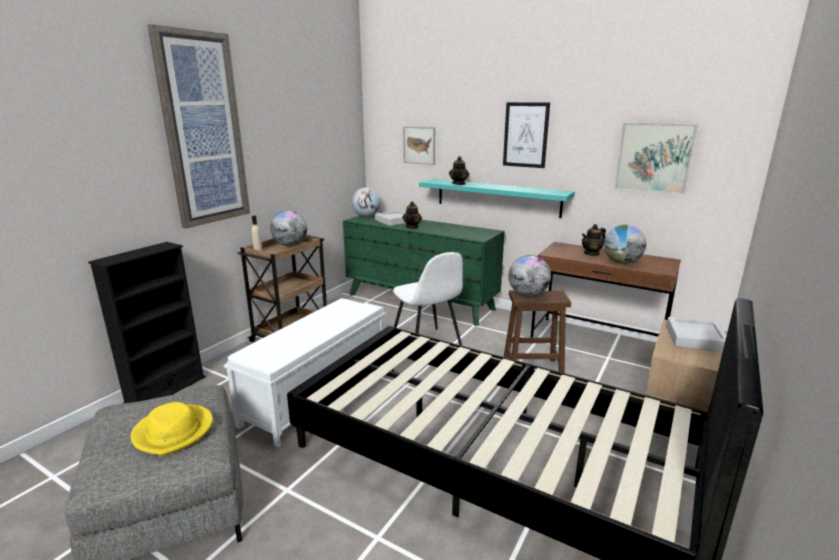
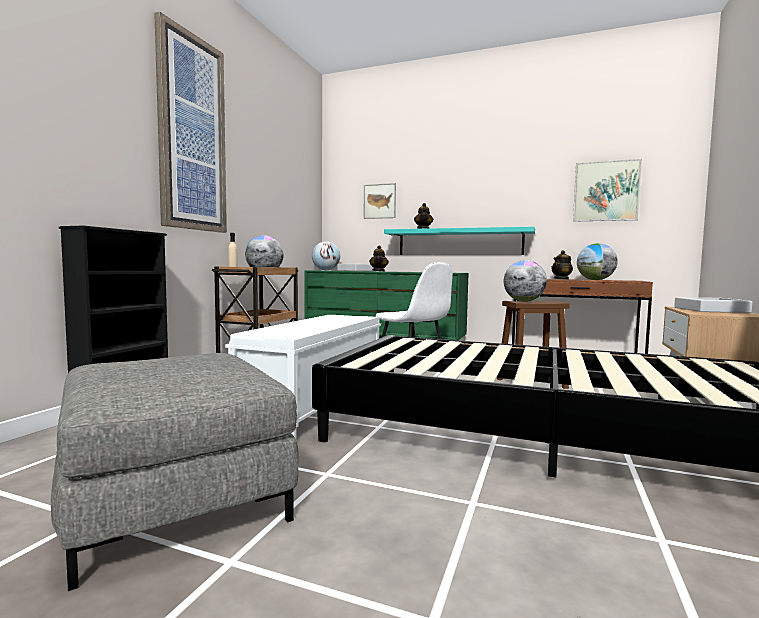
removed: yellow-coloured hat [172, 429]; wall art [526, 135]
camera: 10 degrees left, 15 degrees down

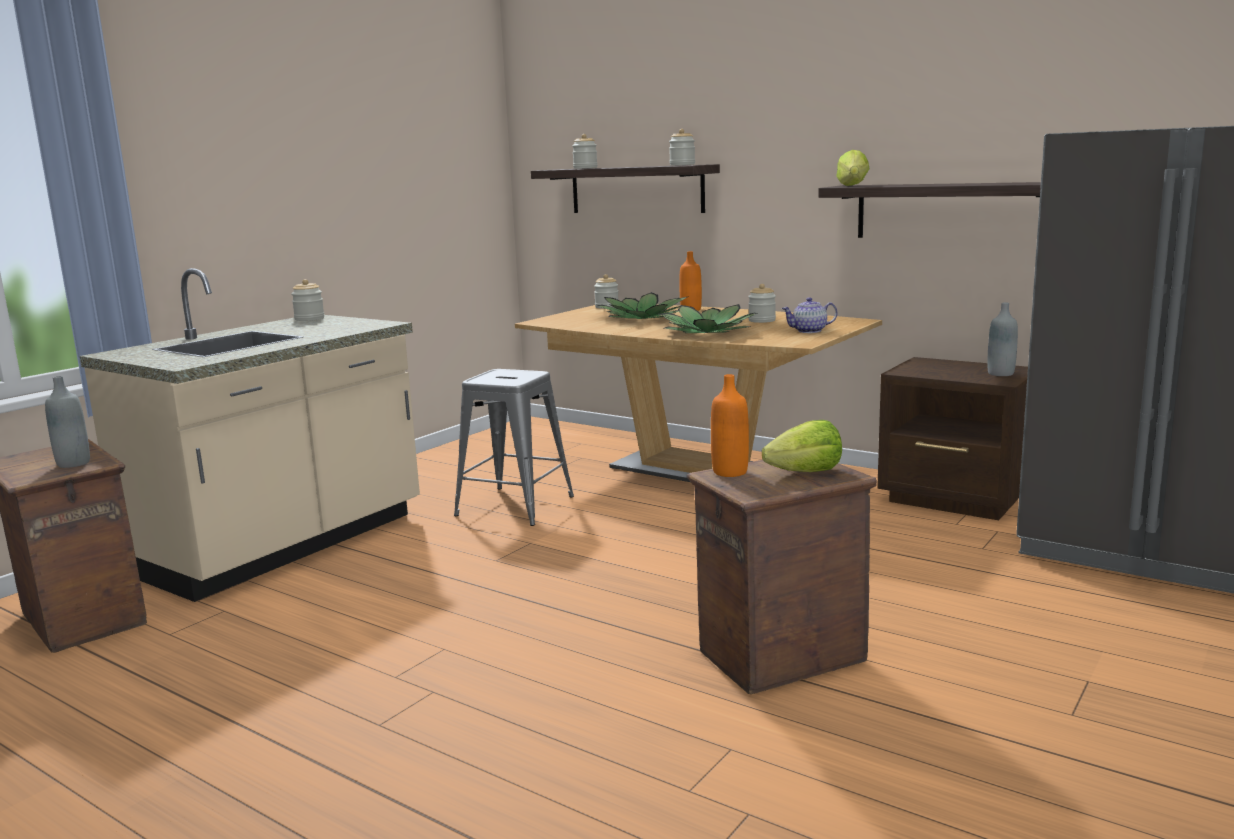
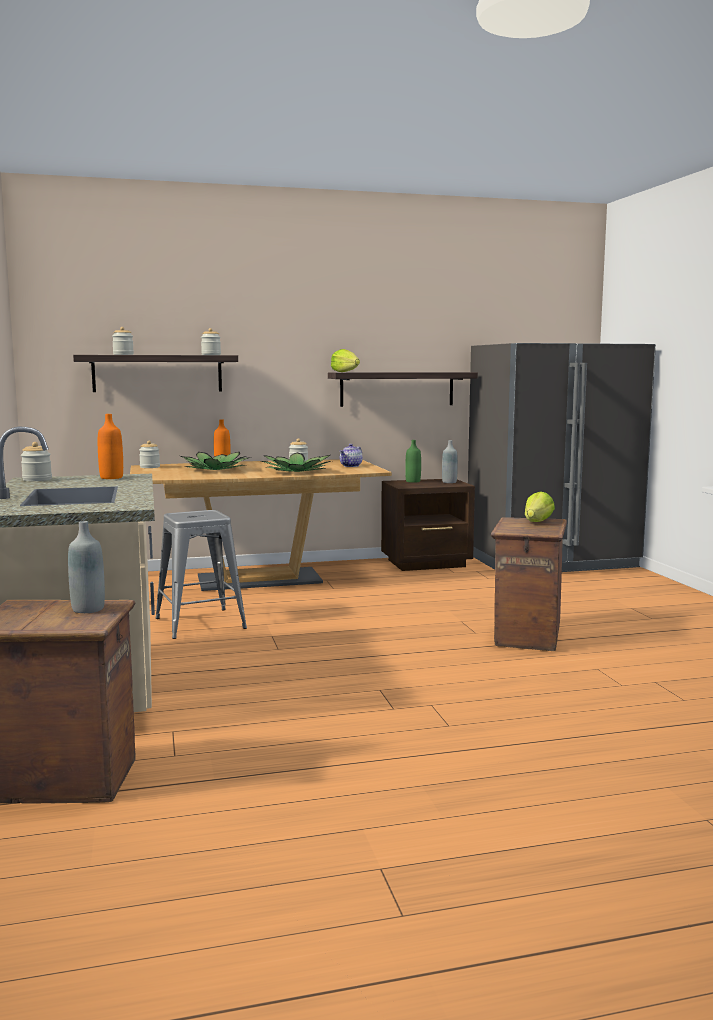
added: green beverage bottle [413, 461]
moved: orange-coloured beverage bottle [730, 425] to [110, 446]
camera: 50 degrees left, 5 degrees down

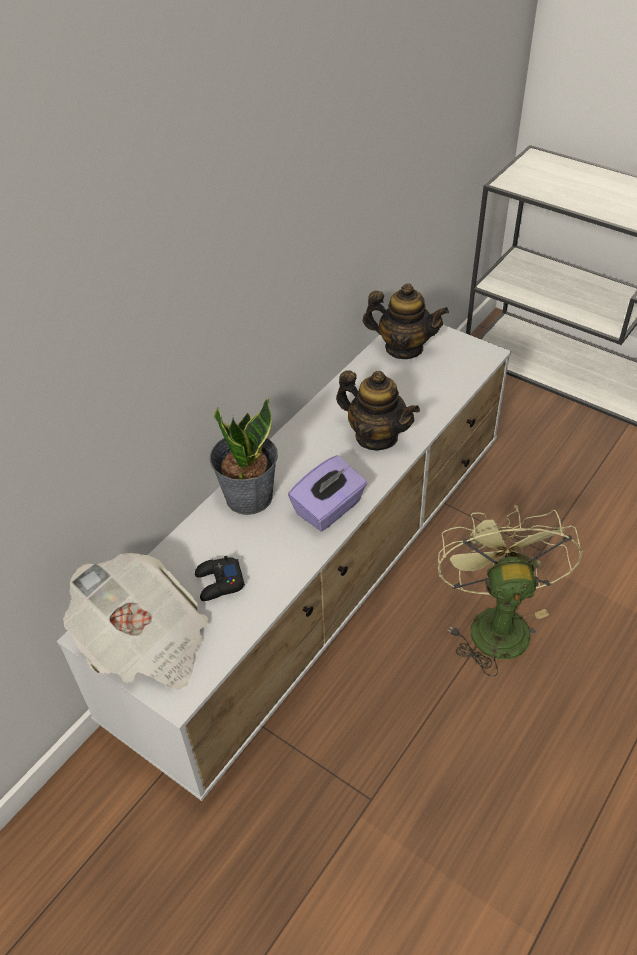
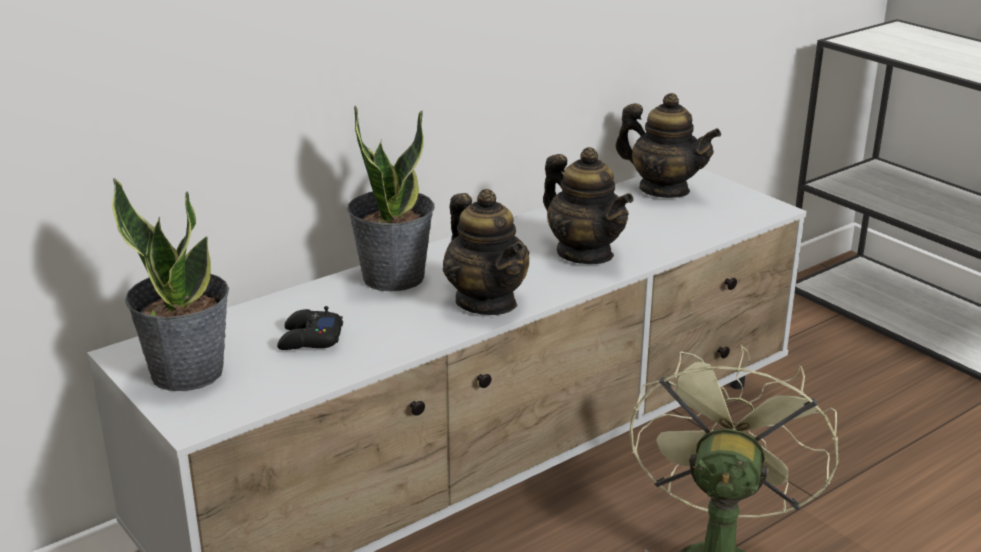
replaced: printed paper [135, 621] to houseplant [170, 284]; purple-coloured tissue holder [327, 493] to teapot [486, 252]
camera: 15 degrees right, 20 degrees down

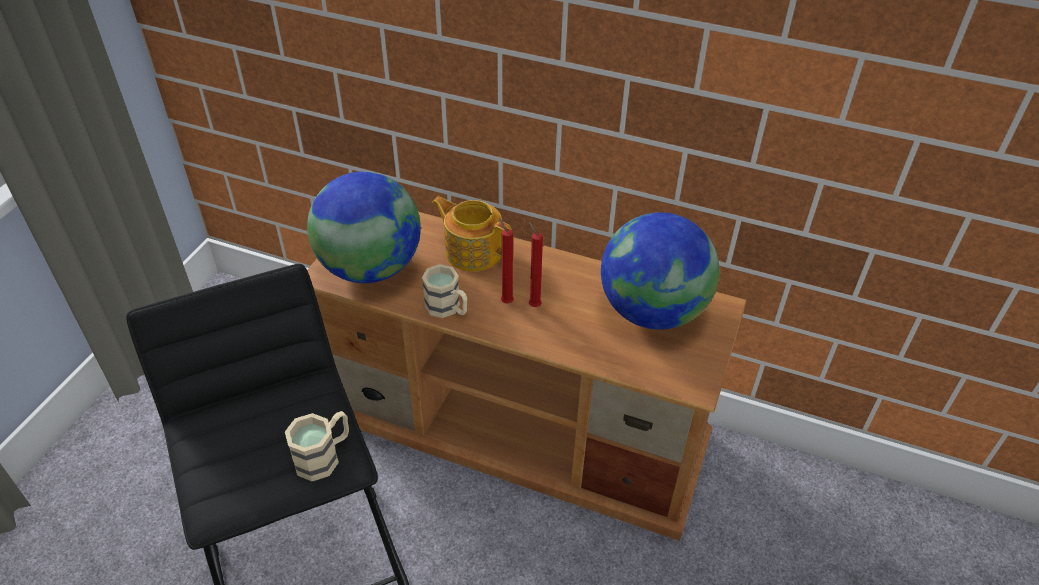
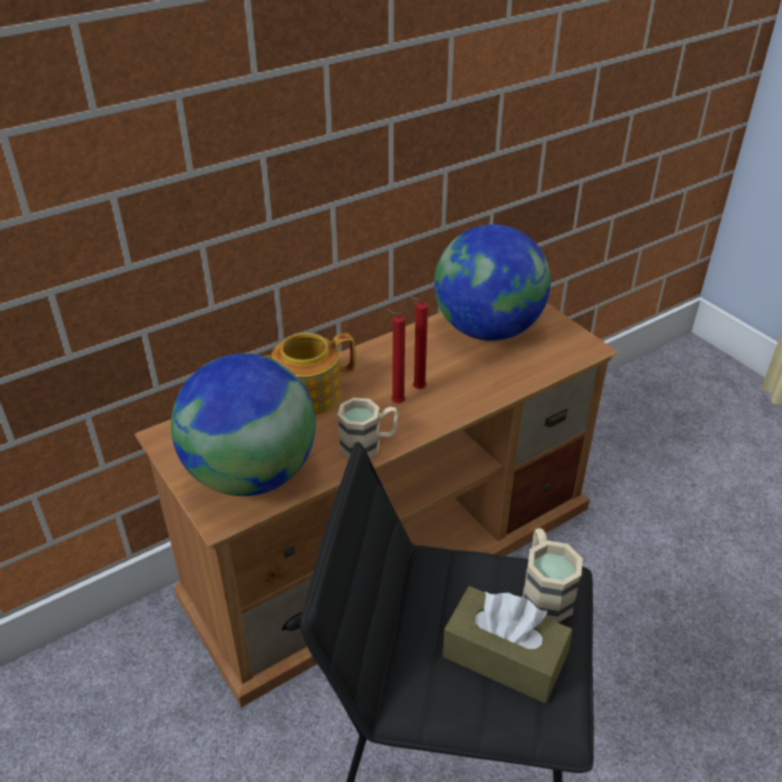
added: brownish tissue holder [508, 644]
camera: 55 degrees left, 5 degrees down

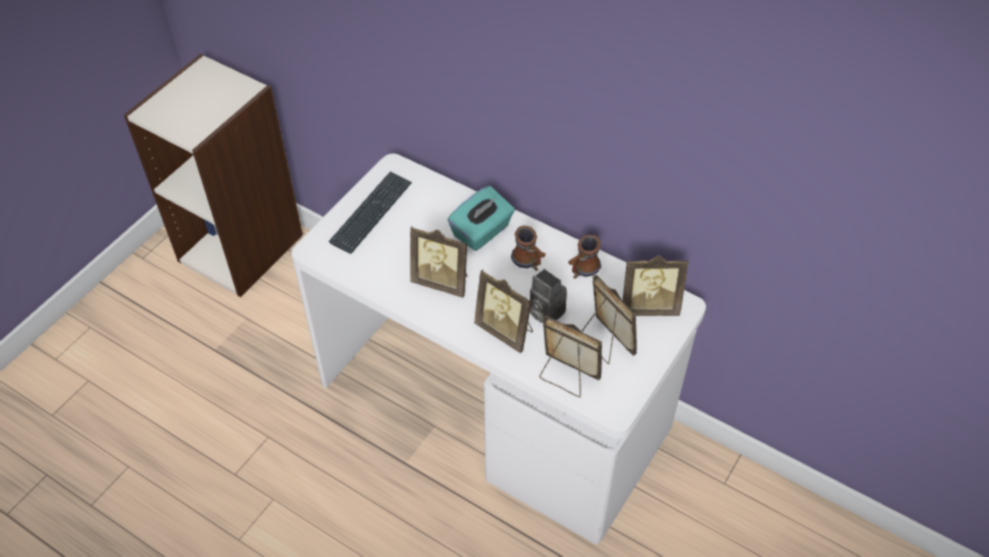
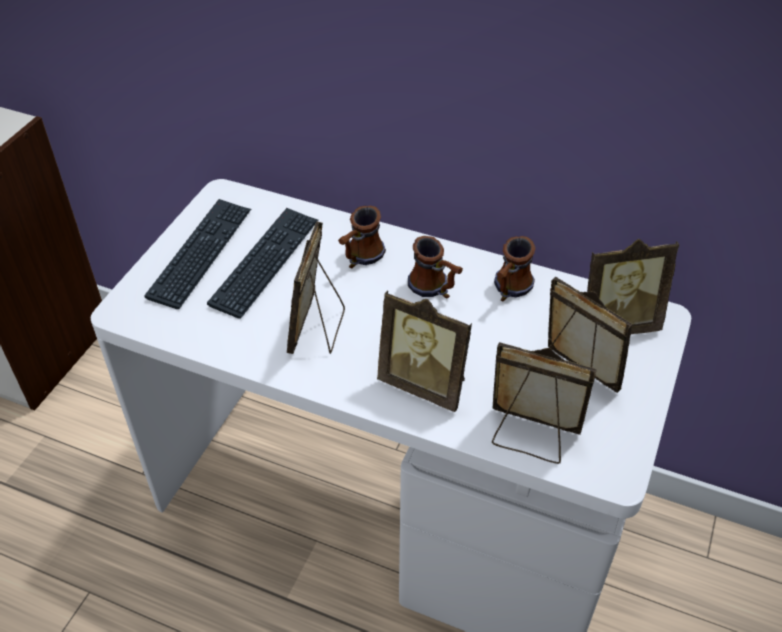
removed: photo camera [548, 296]
added: computer keyboard [262, 263]
replaced: blue-green tissue holder [481, 218] to tea mug [362, 236]
turned: photo frame [439, 262] = [316, 288] 90 degrees clockwise
camera: 10 degrees left, 5 degrees down

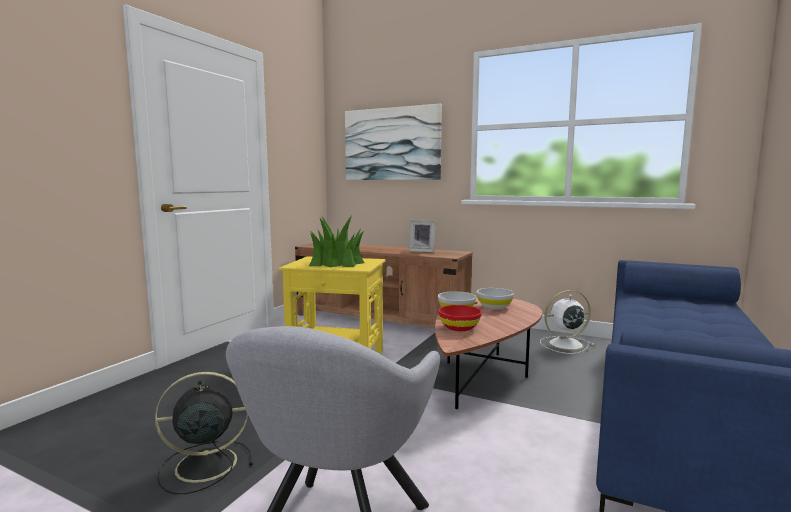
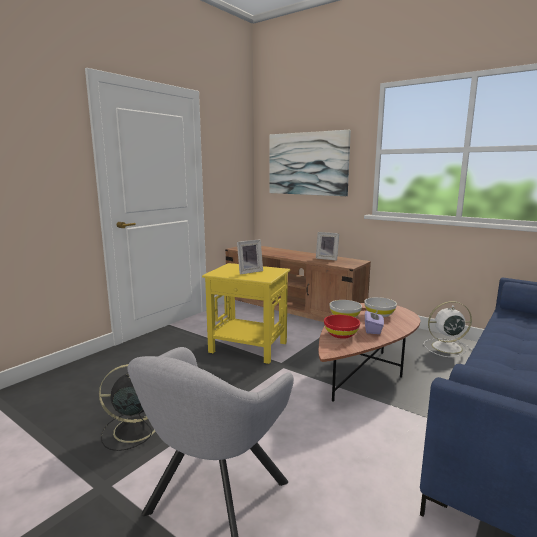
added: purple-coloured tissue holder [374, 321]
replaced: houseplant [336, 241] to photo frame [250, 257]
camera: 10 degrees right, 5 degrees up

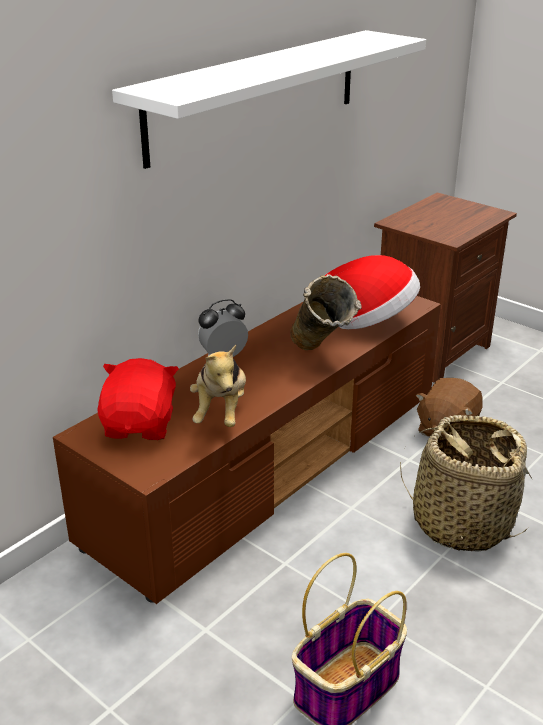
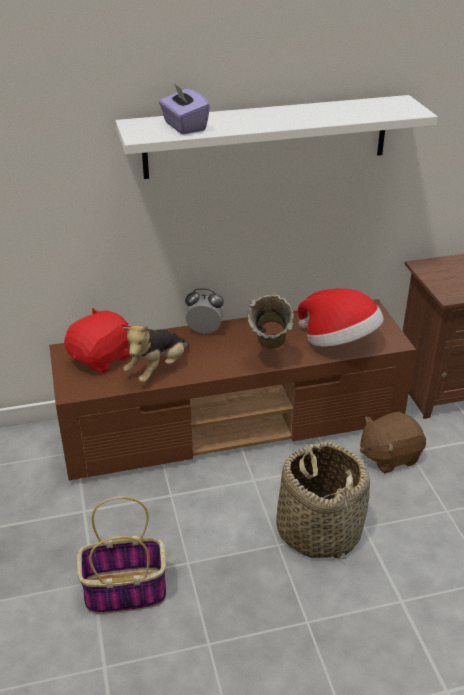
added: purple-coloured tissue holder [184, 108]
camera: 35 degrees right, 5 degrees up

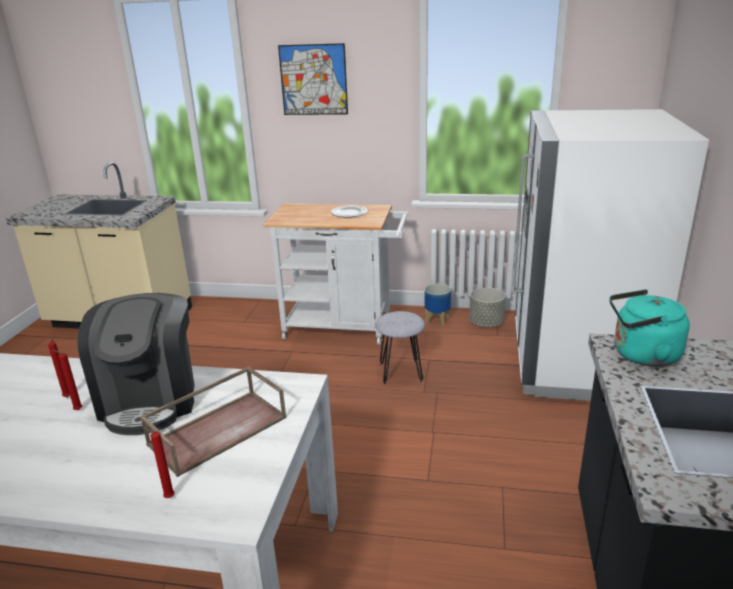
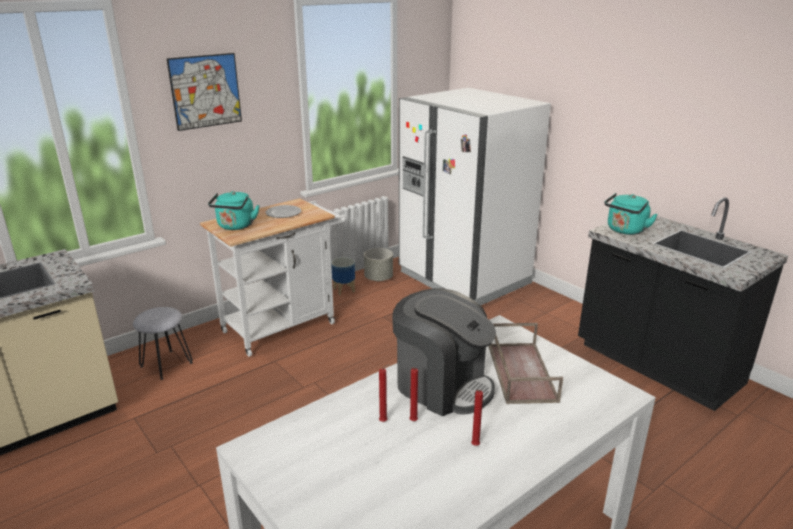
added: blue-green water kettle [233, 210]
moved: red wax light [159, 462] to [477, 418]; greyish sitting stool [400, 348] to [163, 343]
camera: 50 degrees left, 0 degrees up

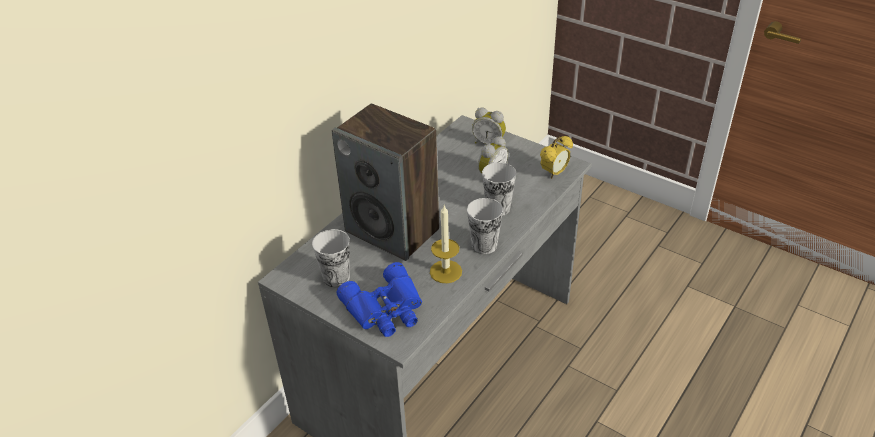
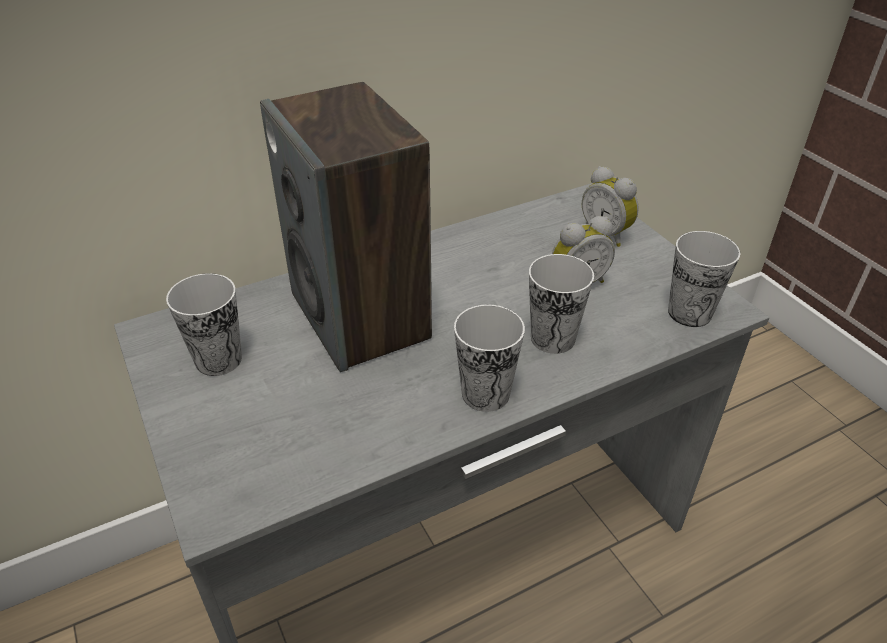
removed: bluish field glasses [379, 299]; wax light [446, 244]
replaced: table clock [556, 157] to cup [704, 279]
camera: 25 degrees right, 0 degrees up

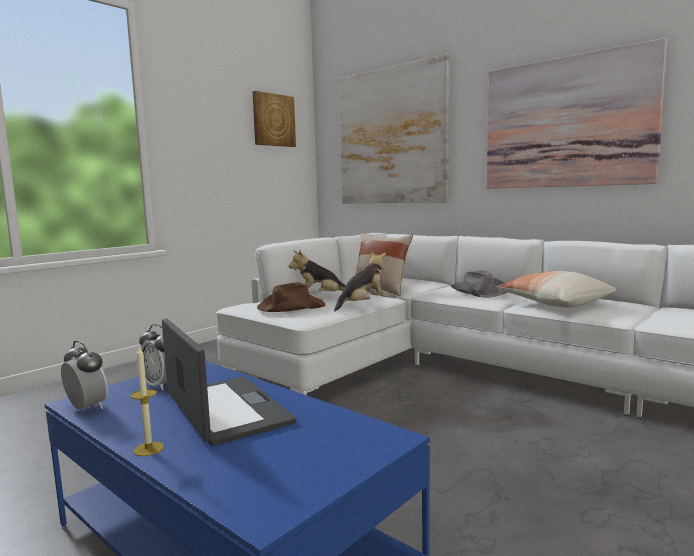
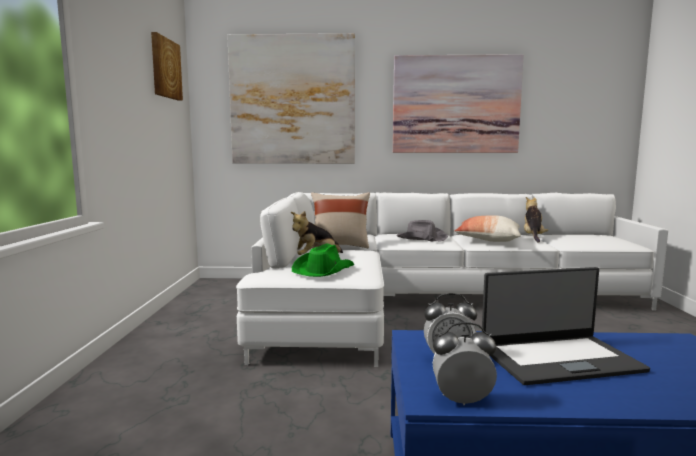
removed: wax light [147, 401]
moved: soft toy [361, 281] to [536, 220]
recoloured: brownish hat [291, 297] to green hat [323, 260]
turned: laptop [229, 382] = [566, 326] 150 degrees clockwise
camera: 40 degrees left, 0 degrees up

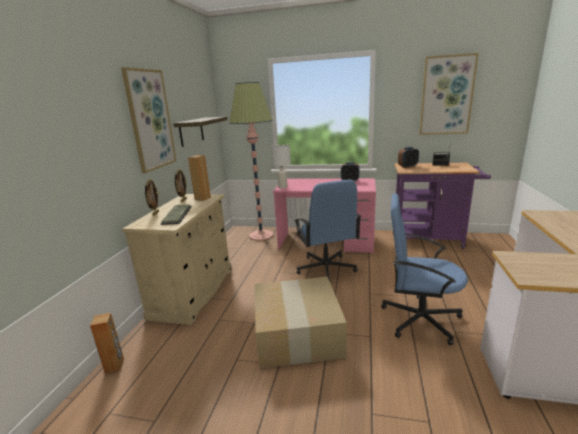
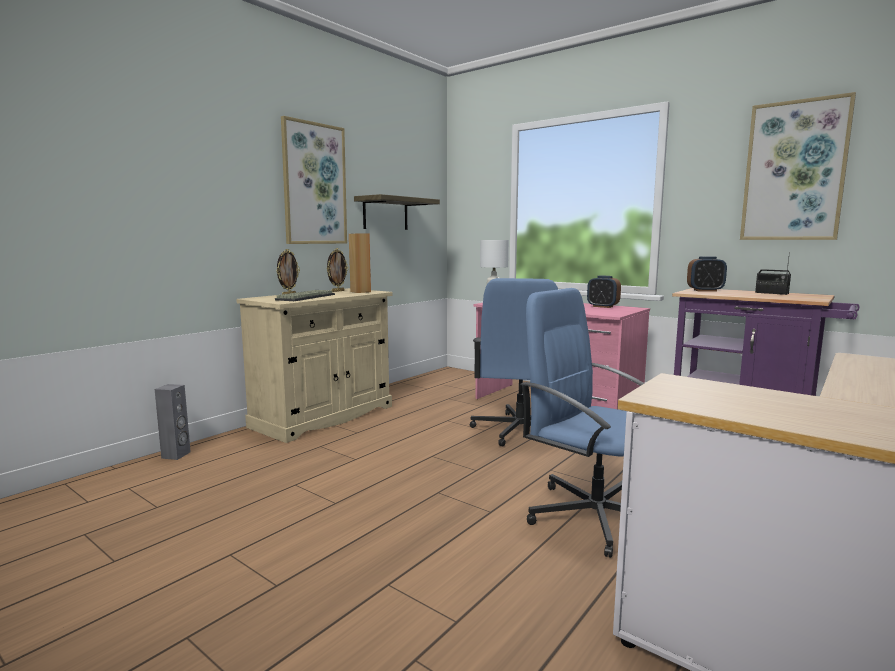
removed: standard lamp [251, 161]; carton [301, 323]
recoloured: brownish speaker [107, 343] to greyish speaker [172, 422]
camera: 25 degrees right, 10 degrees down

